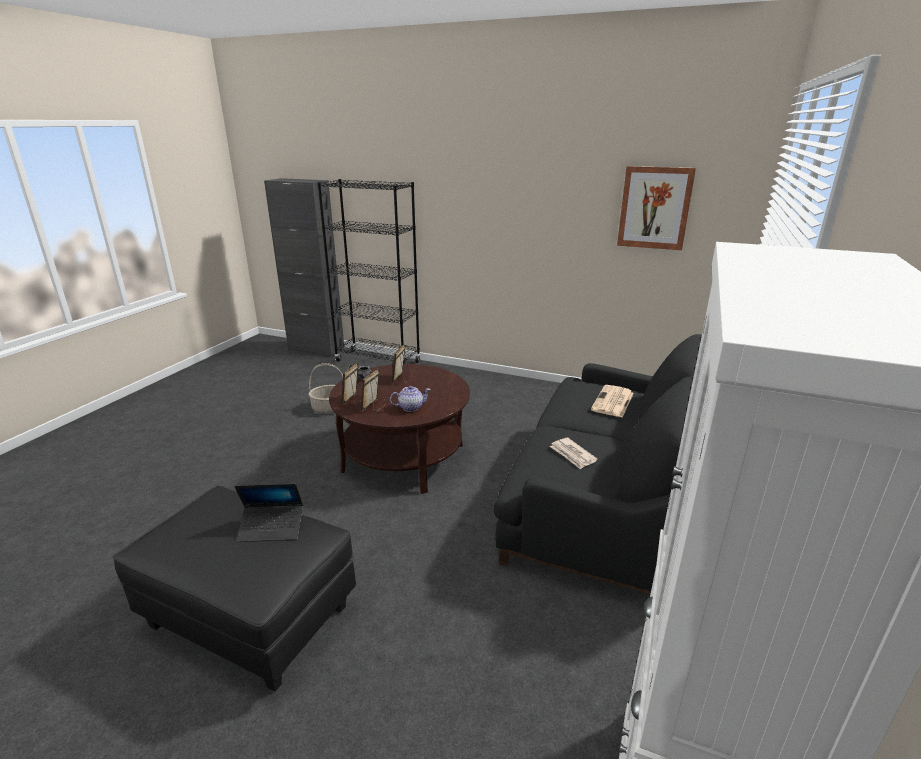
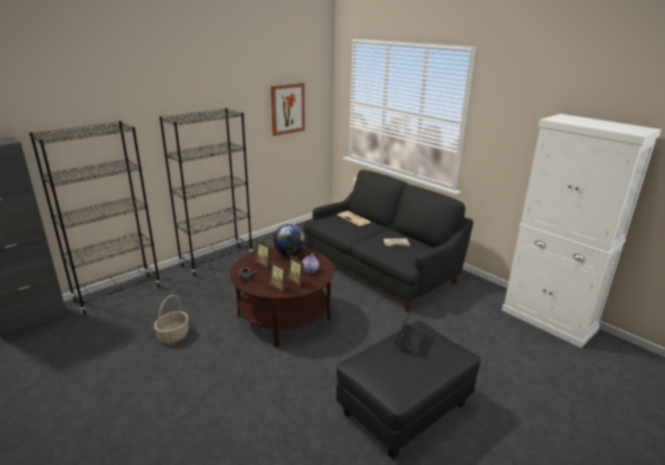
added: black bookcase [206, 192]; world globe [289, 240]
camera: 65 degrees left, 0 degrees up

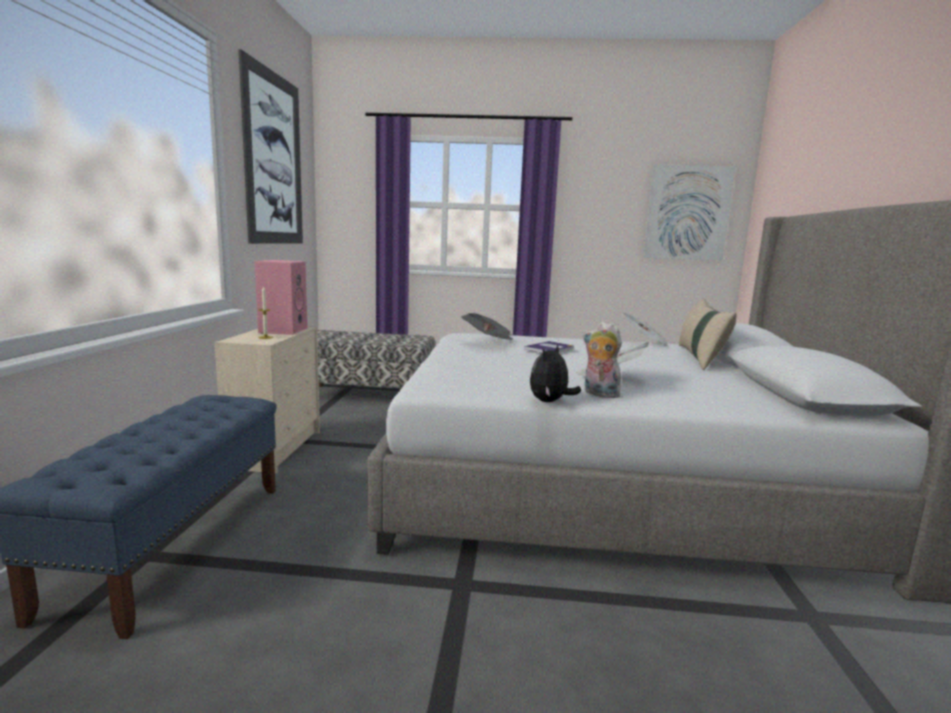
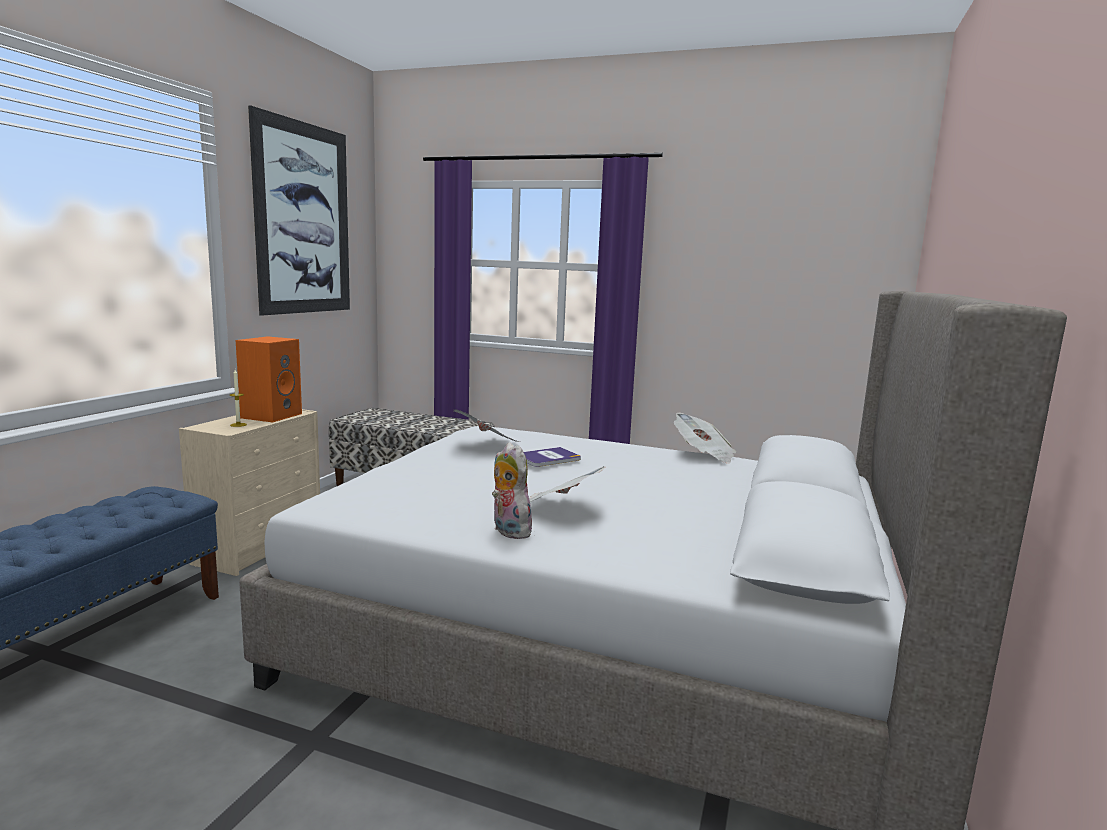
removed: soft toy [555, 373]; wall art [689, 212]; beige throw pillow [708, 334]
recoloured: pink-coloured speaker [281, 297] to orange-coloured speaker [269, 379]
camera: 15 degrees right, 0 degrees up

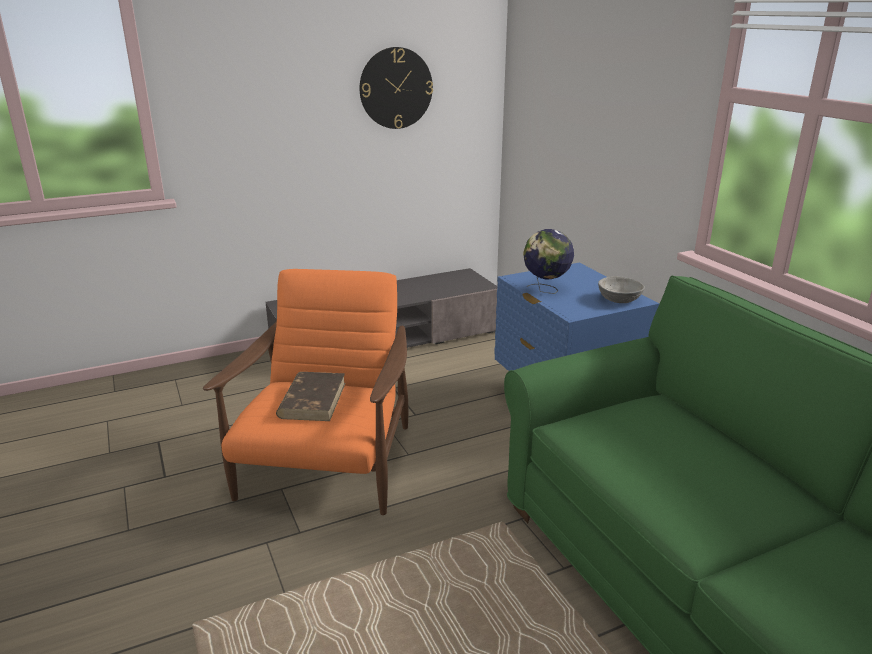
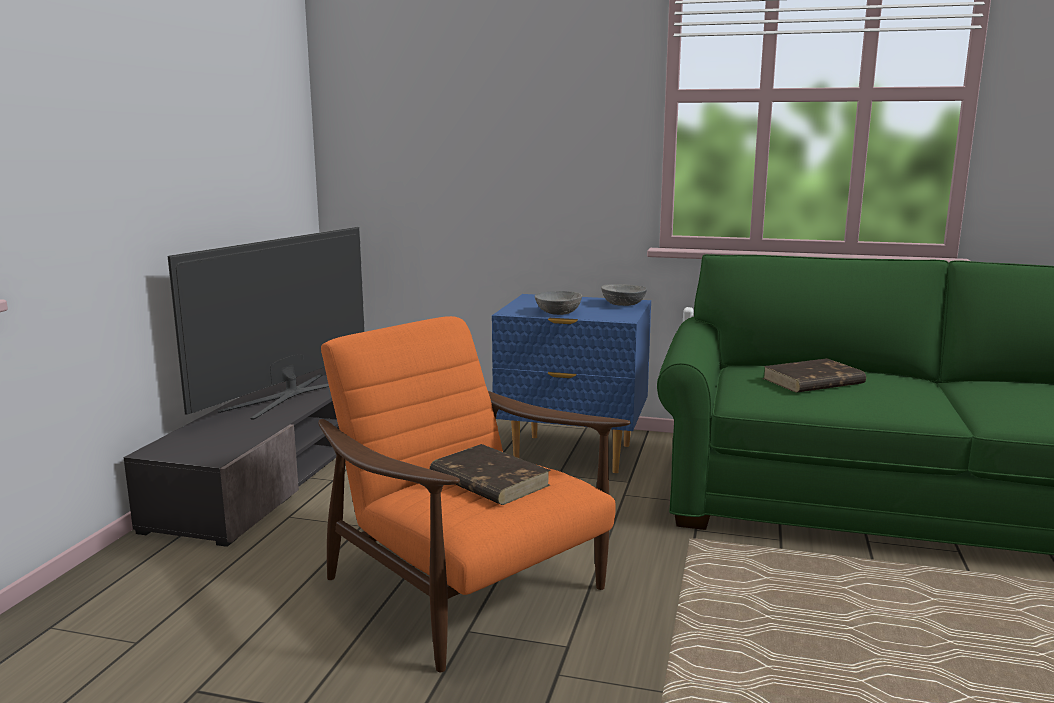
removed: wall clock [396, 88]
added: TV [266, 323]; brownish book [814, 375]
replaced: world globe [548, 261] to greyish serving bowl [558, 303]
camera: 50 degrees left, 10 degrees down

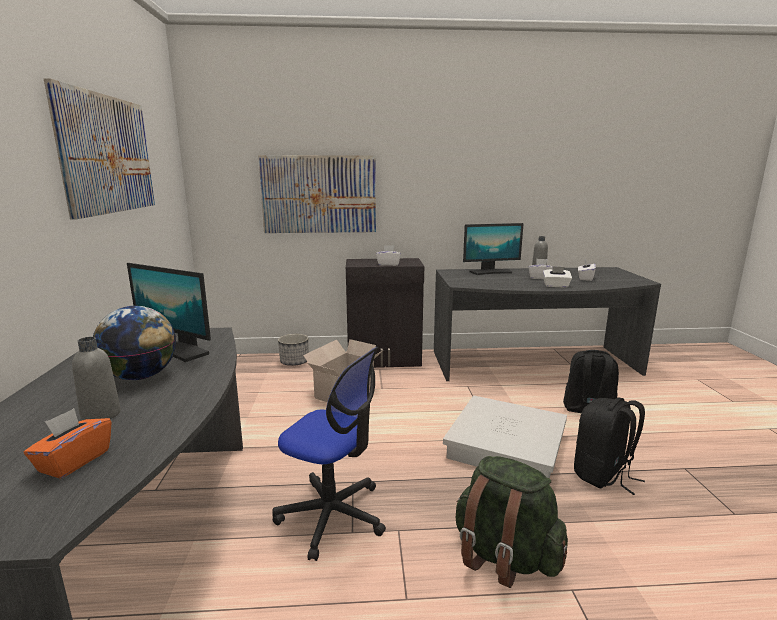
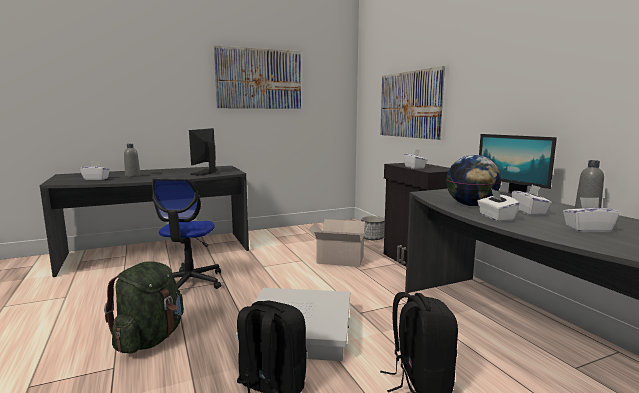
moved: world globe [134, 343] to [473, 180]
recoloured: orange-coloured tissue holder [67, 443] to white-coloured tissue holder [95, 170]
camera: 70 degrees right, 5 degrees down

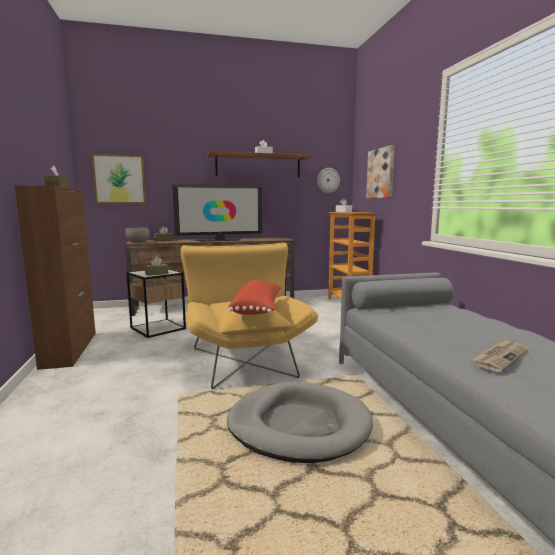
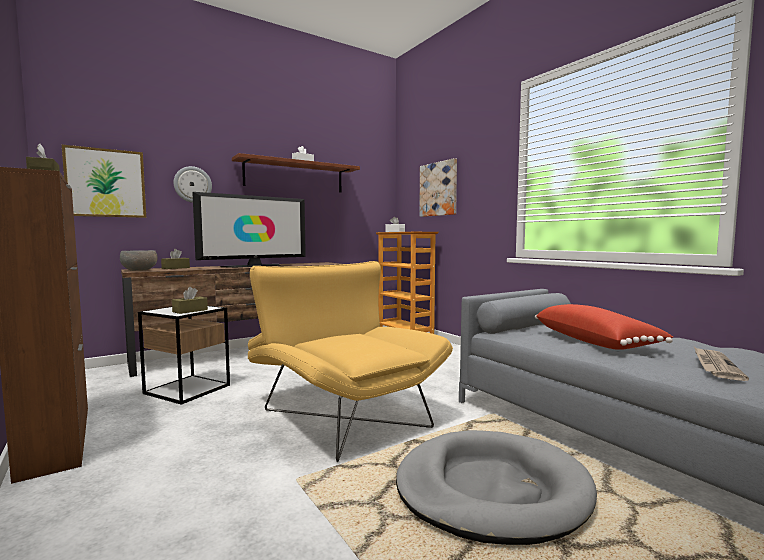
moved: red throw pillow [255, 297] to [604, 327]; wall clock [328, 180] to [193, 184]
camera: 20 degrees left, 5 degrees down

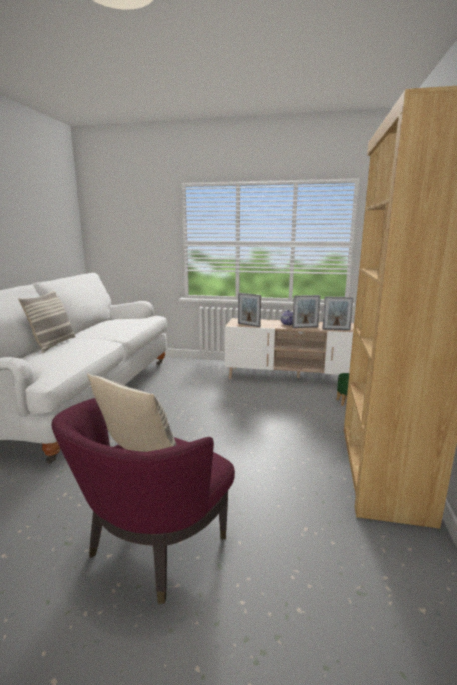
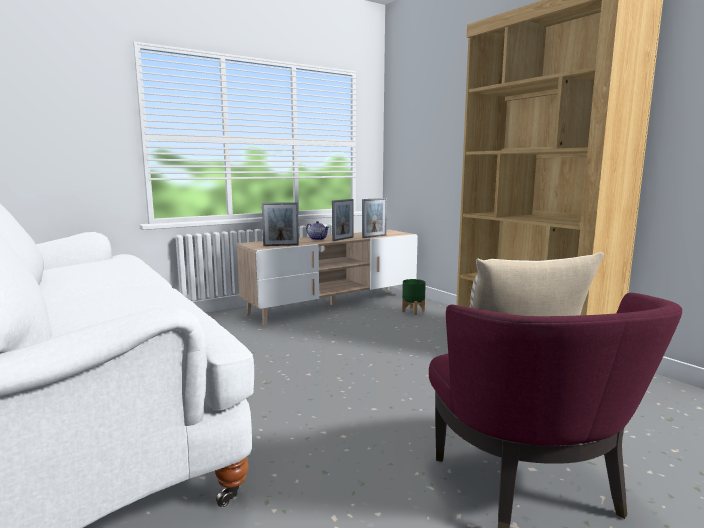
removed: throw pillow [46, 322]
camera: 45 degrees left, 5 degrees down

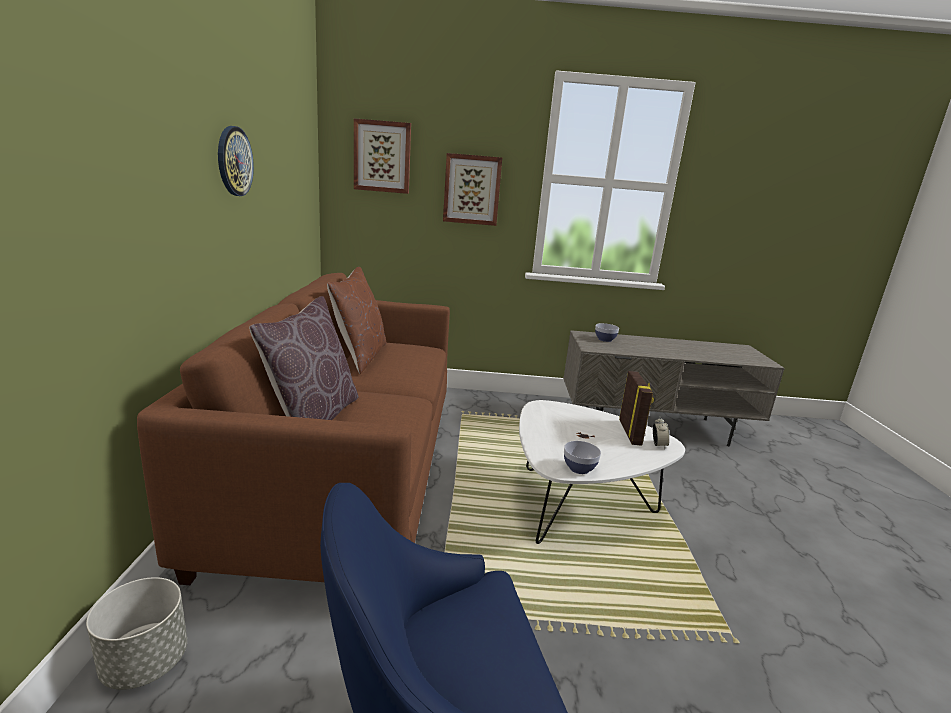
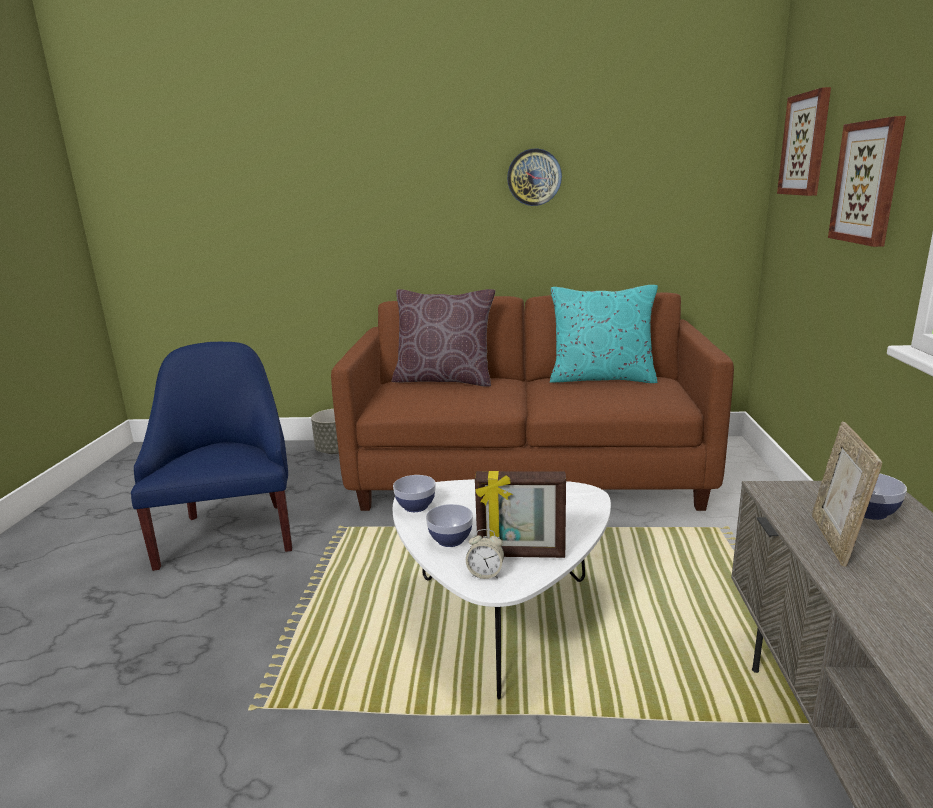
added: serving bowl [449, 525]; photo frame [847, 494]
recoloured: brownish throw pillow [356, 320] to blue-green throw pillow [604, 334]
camera: 95 degrees right, 0 degrees up

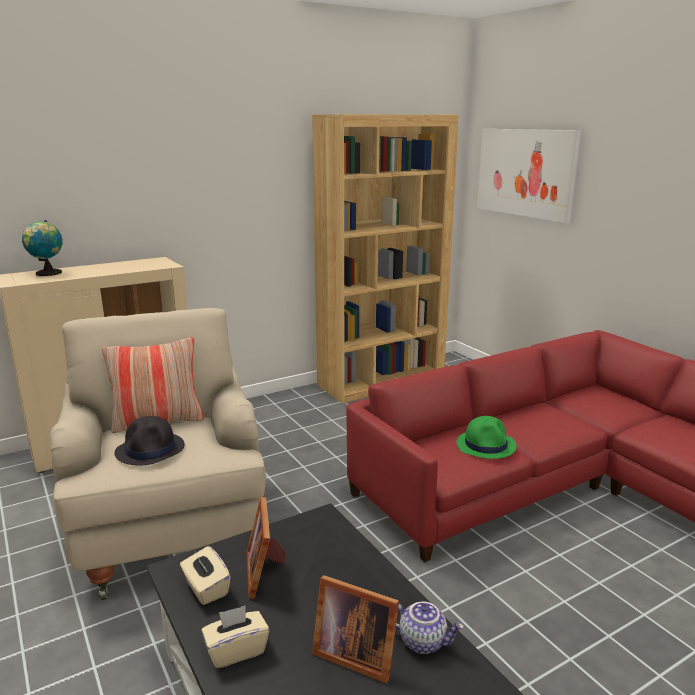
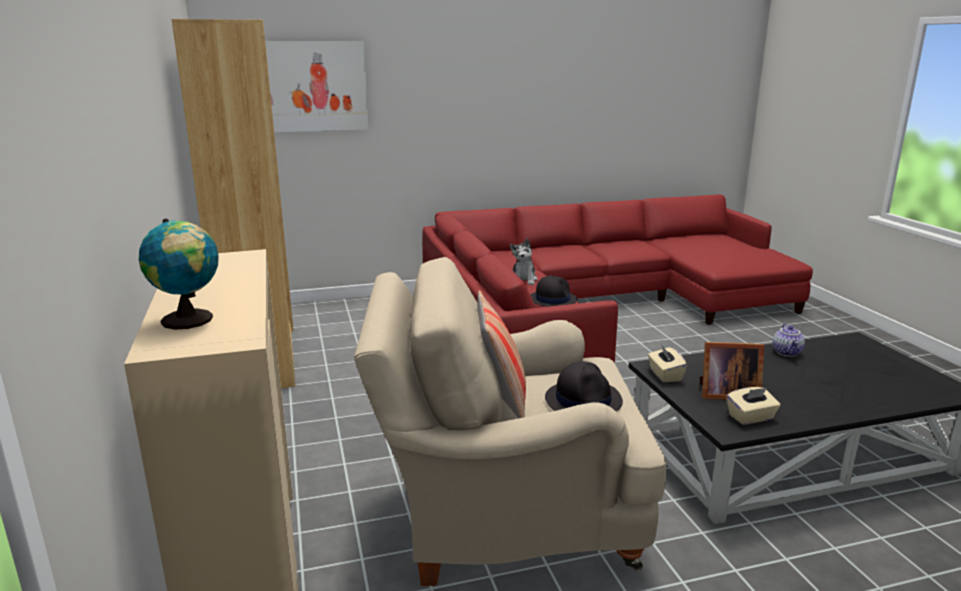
removed: photo frame [355, 629]
added: soft toy [524, 261]
moved: beige tissue holder [235, 637] to [667, 363]
recoloured: green hat [486, 437] to black hat [554, 291]
turned: teapot [430, 627] = [789, 340] 150 degrees clockwise
camera: 75 degrees left, 0 degrees up

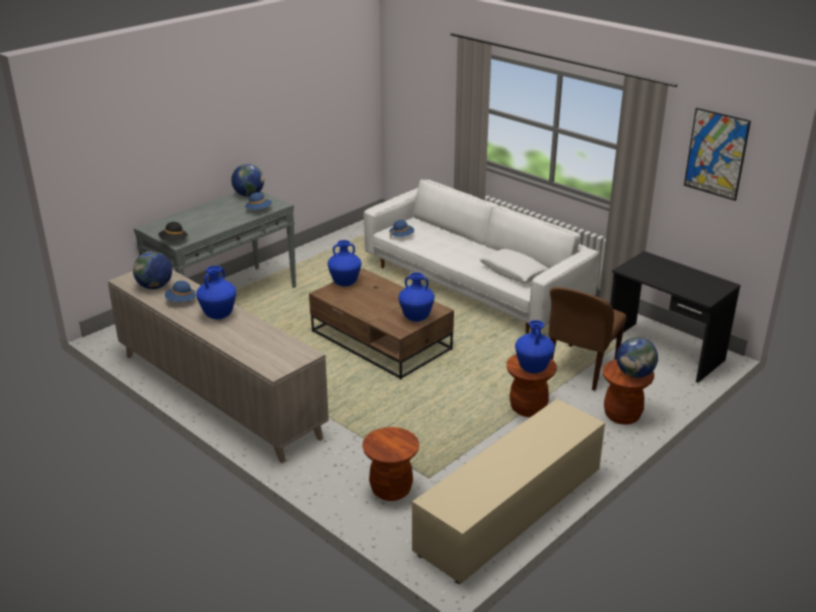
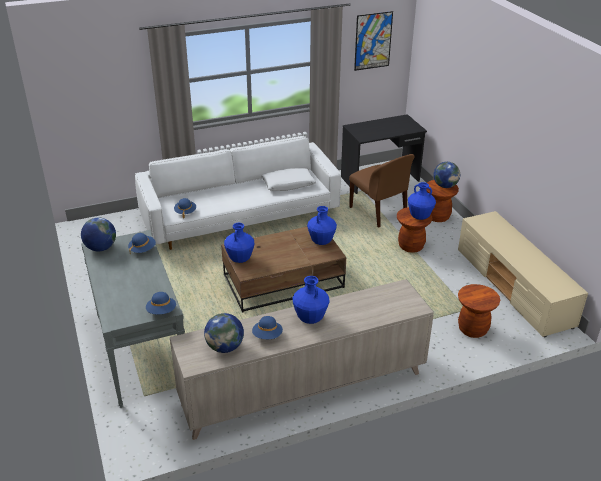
recoloured: black hat [173, 231] to bluish hat [161, 303]
camera: 65 degrees left, 5 degrees up

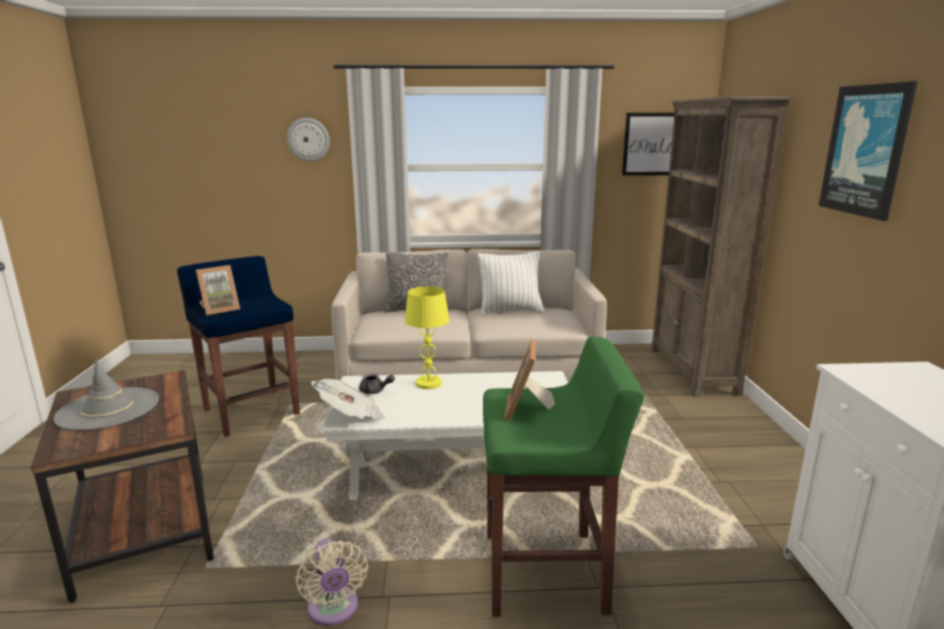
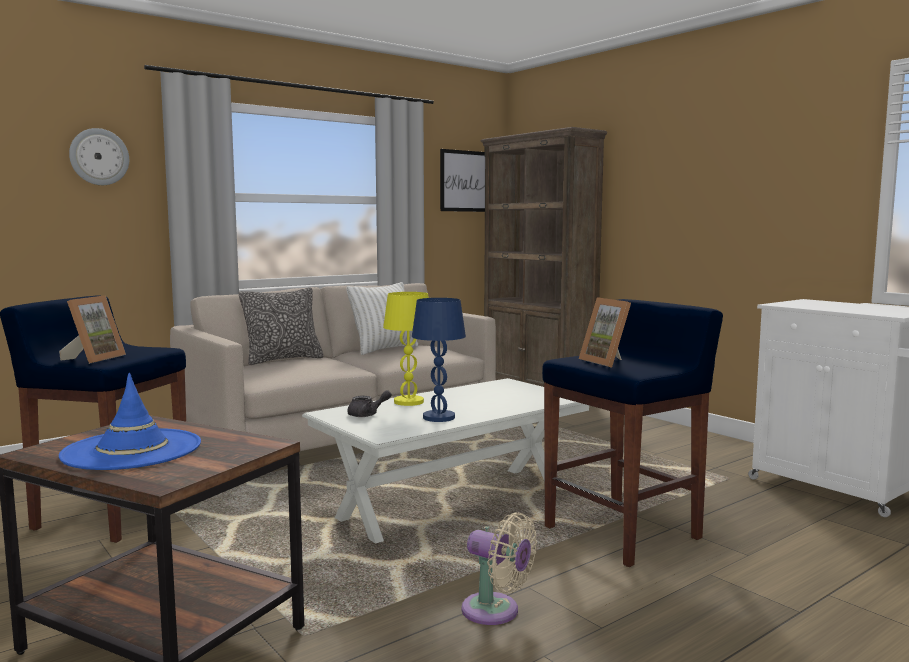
removed: printed paper [348, 399]; wall art [868, 151]
added: bluish lamp for a table [439, 360]
recoloured: greyish hat [106, 395] to bluish hat [130, 421]; green sitting stool [563, 476] to bluish sitting stool [632, 433]
camera: 35 degrees left, 10 degrees down

